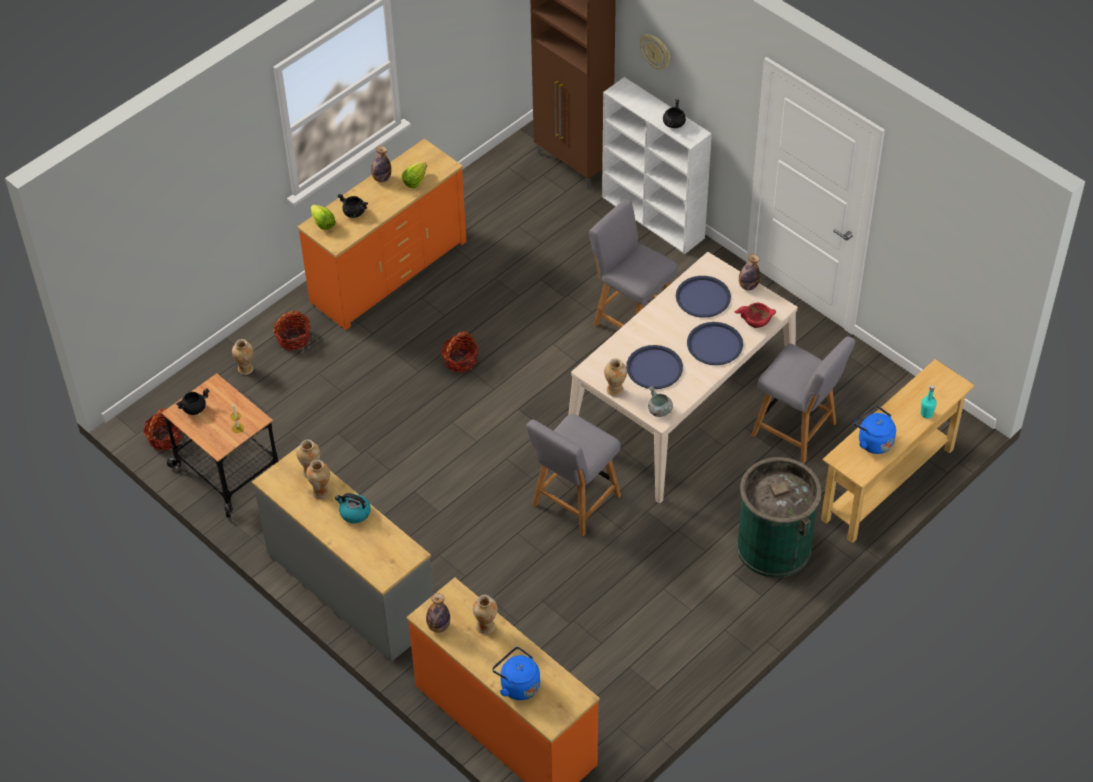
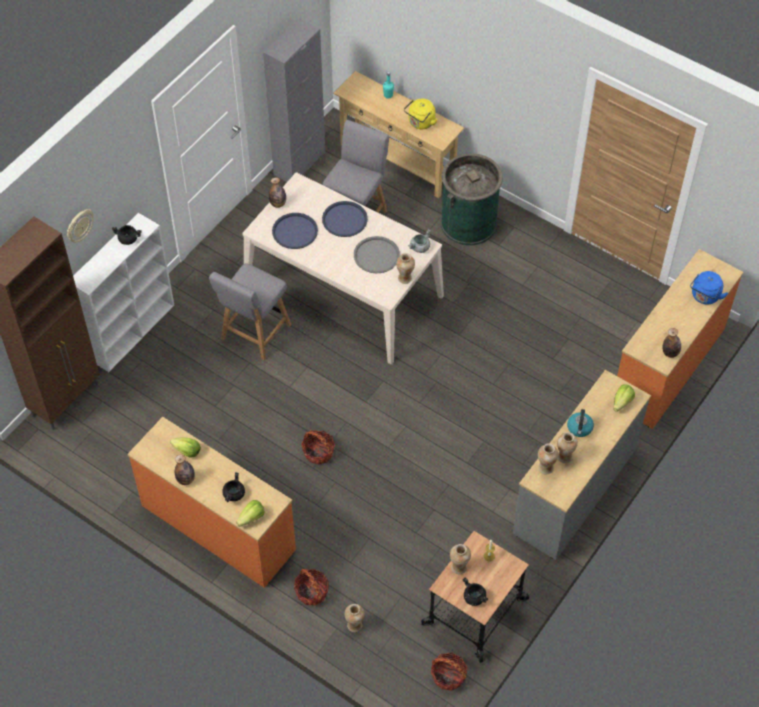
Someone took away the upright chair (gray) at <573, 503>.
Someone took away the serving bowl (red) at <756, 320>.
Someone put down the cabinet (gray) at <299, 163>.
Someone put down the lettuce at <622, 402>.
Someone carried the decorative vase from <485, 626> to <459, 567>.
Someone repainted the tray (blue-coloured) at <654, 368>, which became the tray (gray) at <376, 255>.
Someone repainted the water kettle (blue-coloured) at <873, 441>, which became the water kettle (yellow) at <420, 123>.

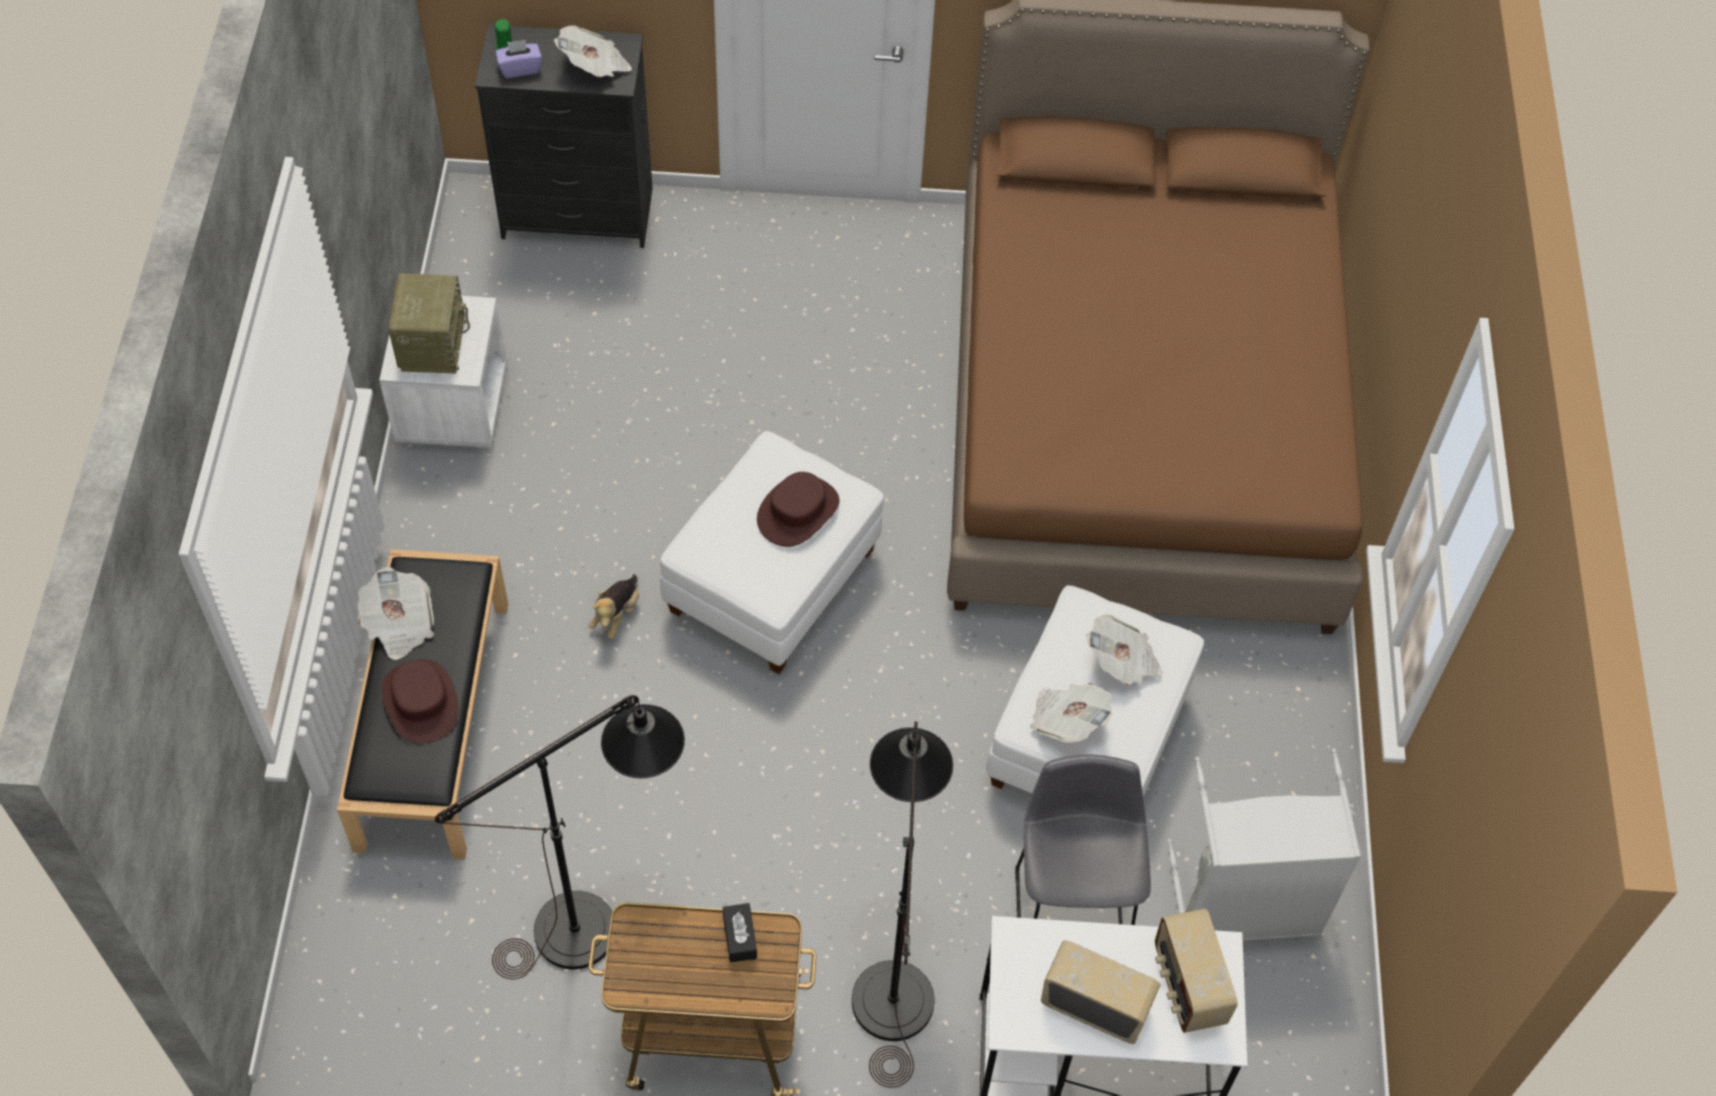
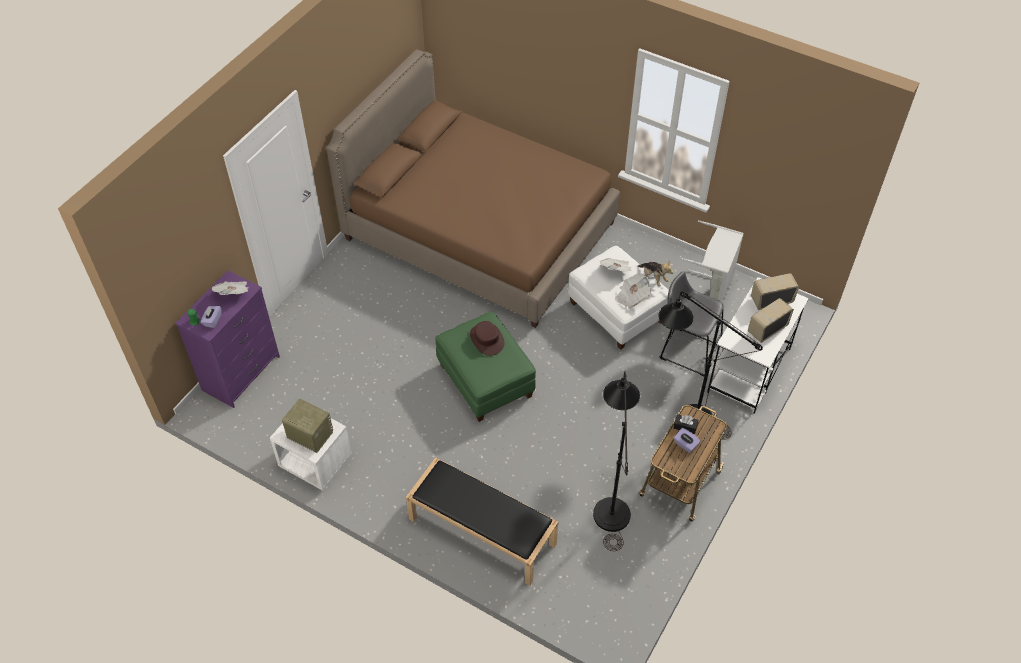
Someone took away the newspaper at <399, 625>.
Someone took away the wearable hat (brown-coloured) at <421, 701>.
Someone put down the tissue holder (purple) at <685, 444>.
Someone carried the soft toy from <617, 614> to <654, 278>.
Someone repainted the dresser (black) at <577, 214>, which became the dresser (purple) at <241, 373>.
Someone repainted the pouffe (white) at <772, 581>, which became the pouffe (greenish) at <485, 381>.
Someone rotated the radio at <1187, 985> by 150 degrees clockwise.

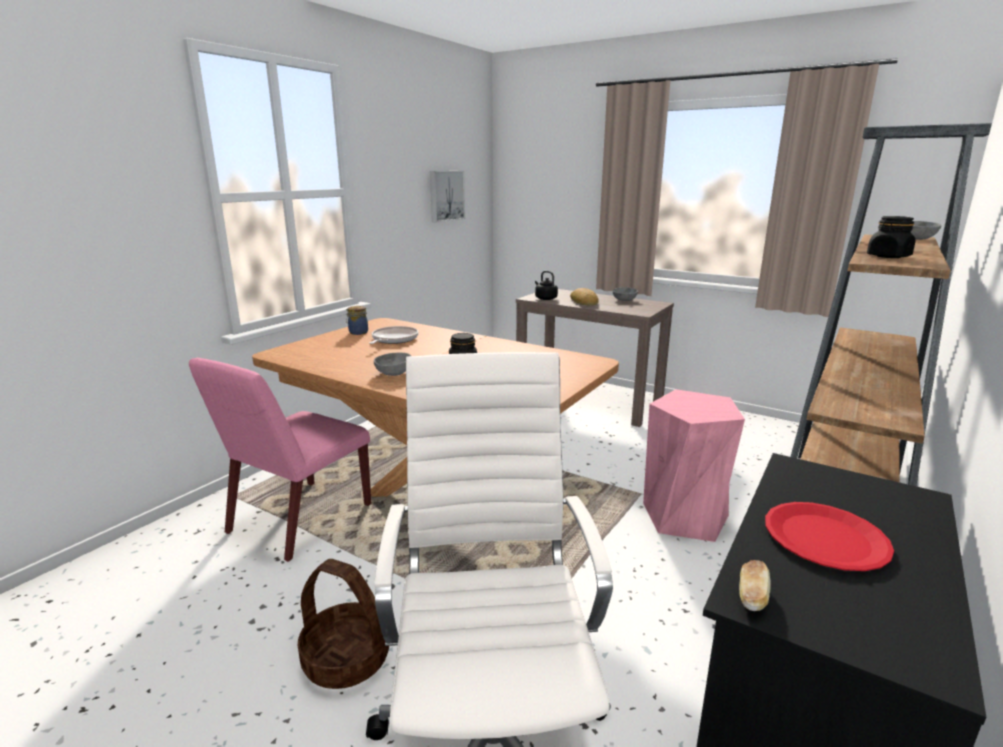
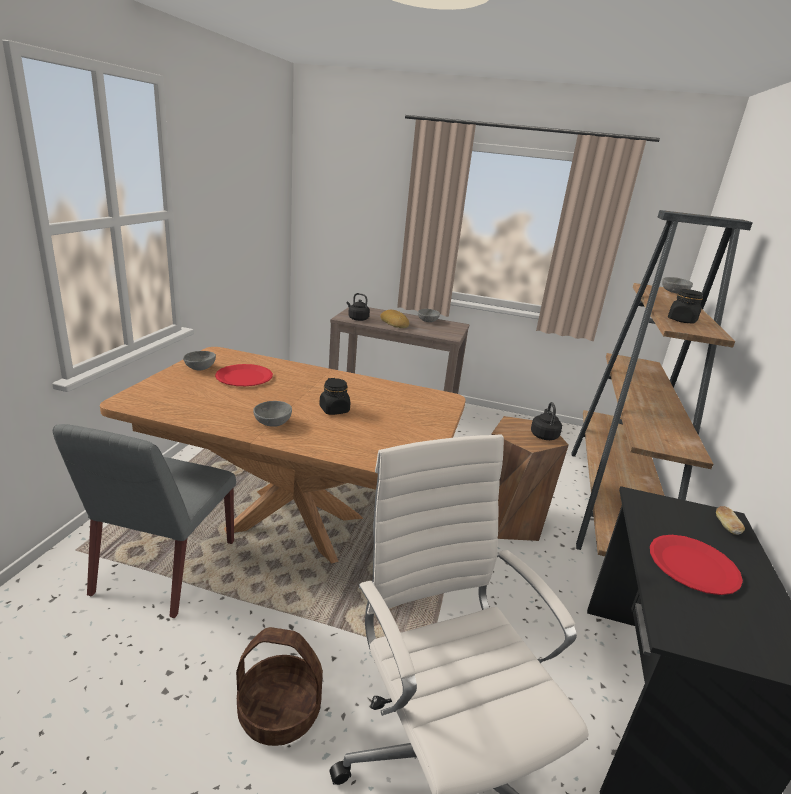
Someone took away the wall art at <445, 195>.
Someone put down the water kettle (black) at <544, 435>.
Someone carried the baked bread from <752, 597> to <726, 527>.
Someone swapped the preserve jar at <357, 332> for the serving bowl (gray) at <199, 368>.
Someone swapped the frying pan at <393, 339> for the plate (red) at <244, 377>.
Someone repainted the upright chair (pink) at <299, 519>, which became the upright chair (gray) at <165, 568>.
Someone repainted the stool seat (pink) at <685, 517>, which became the stool seat (brown-coloured) at <509, 520>.

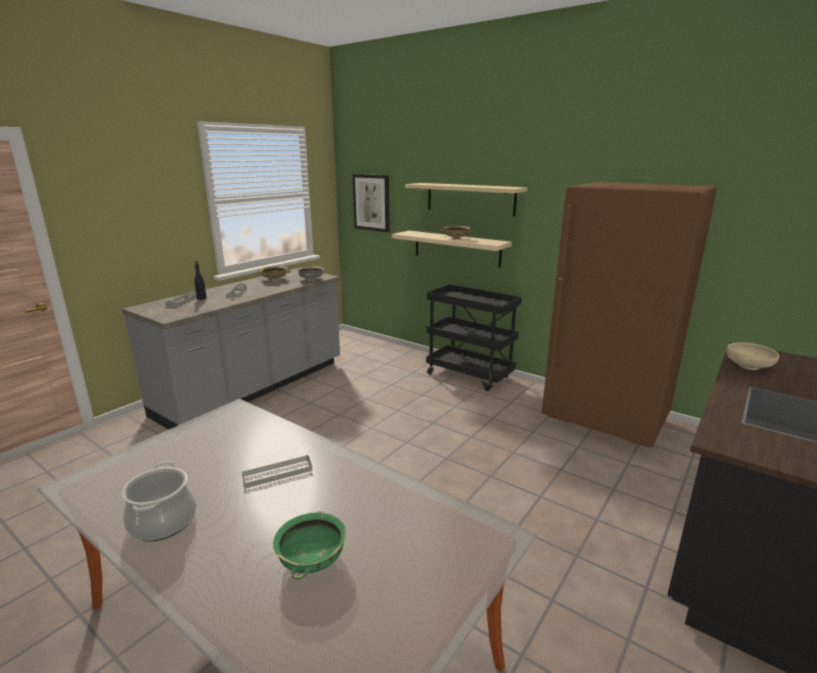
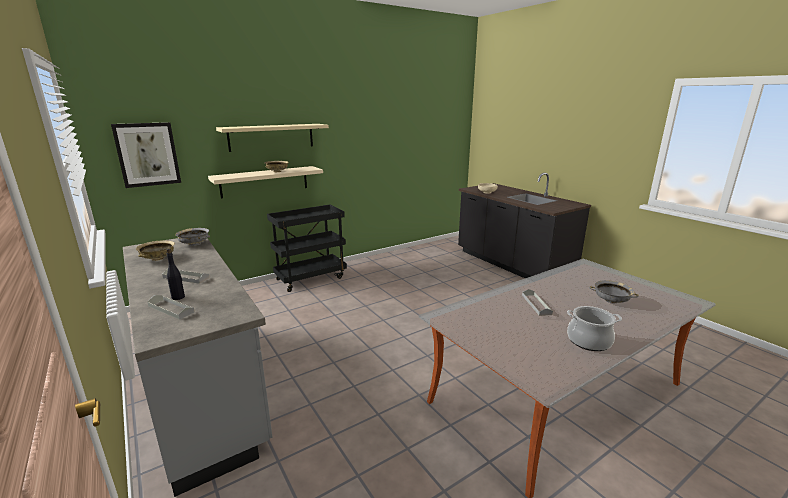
Someone took away the kitchen fridge (brown-coloured) at <605, 421>.
Someone repainted the serving bowl (greenish) at <312, 560>, which became the serving bowl (gray) at <611, 301>.

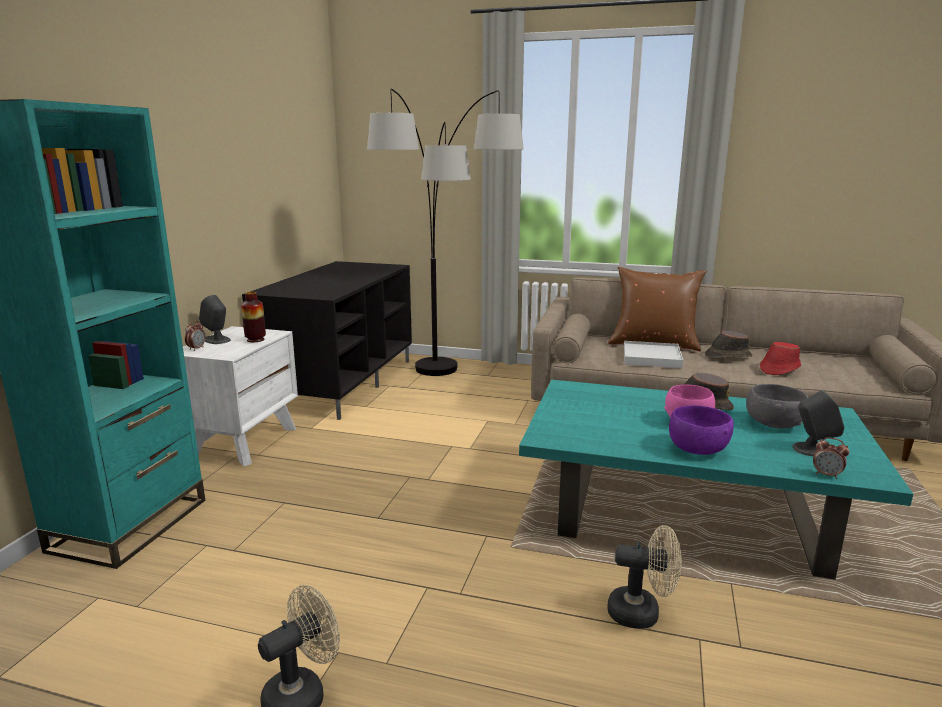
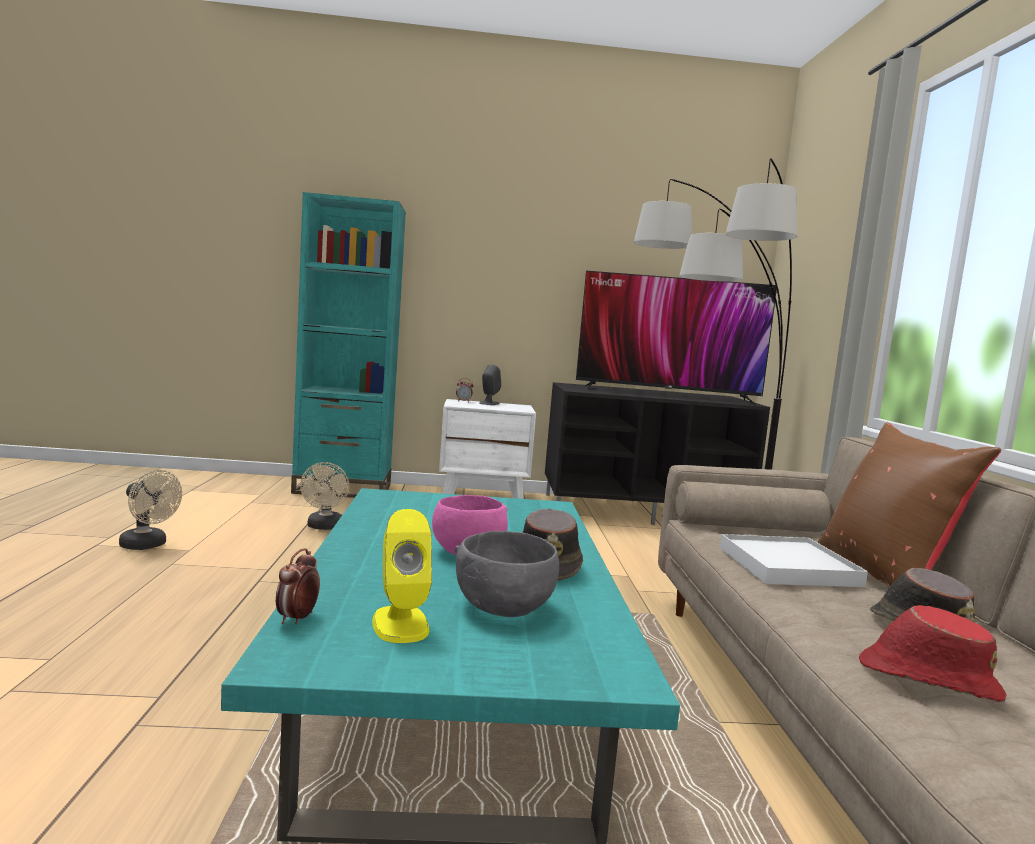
Someone took away the decorative vase at <255, 340>.
Someone took away the serving bowl (purple) at <697, 450>.
Someone put down the TV at <666, 395>.
Someone carried the fan (beige) from <642, 613> to <324, 527>.
Someone repainted the loudspeaker (gray) at <814, 449>, which became the loudspeaker (yellow) at <400, 624>.

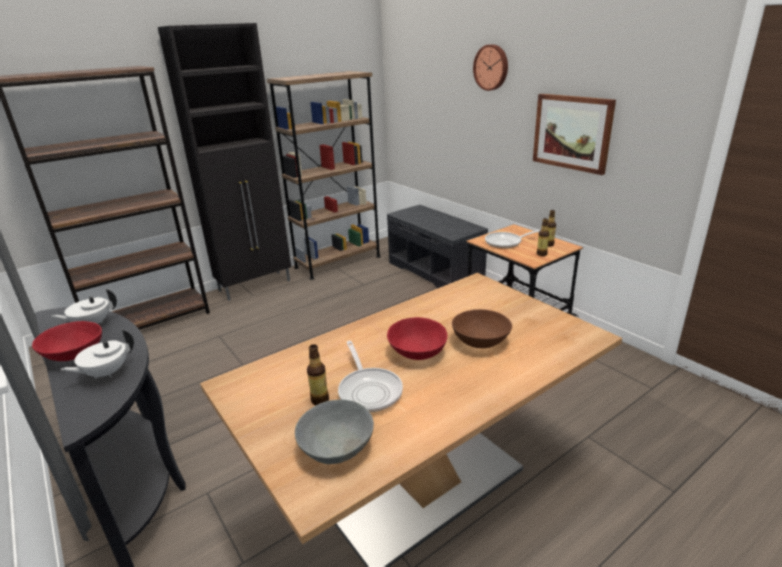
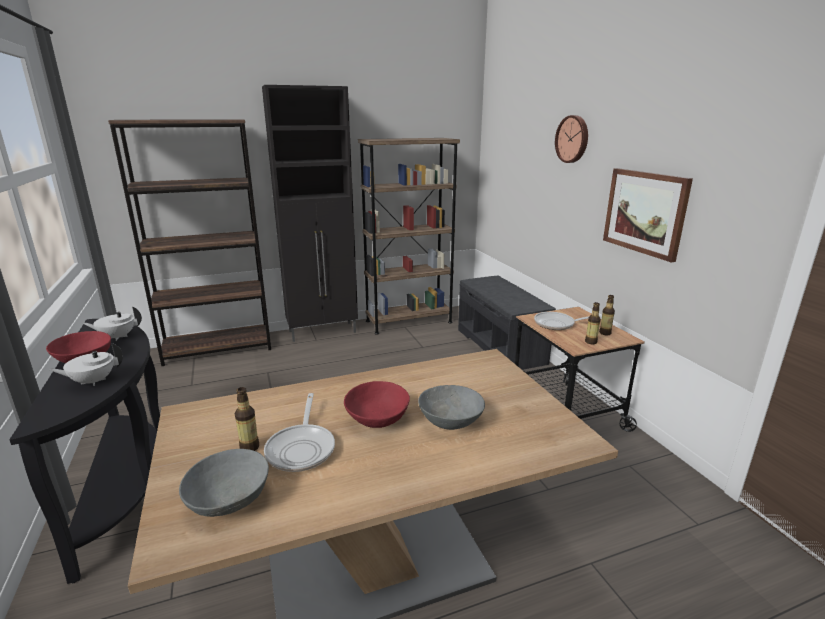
Someone repainted the serving bowl (brown-coloured) at <481, 341>, which became the serving bowl (gray) at <450, 421>.

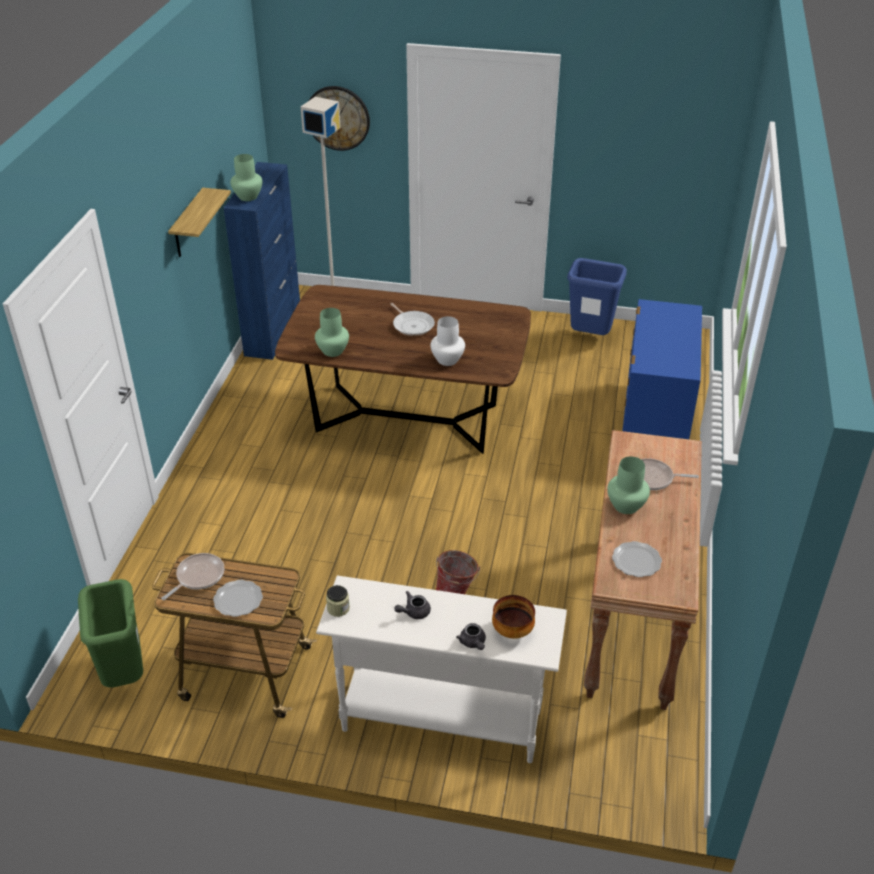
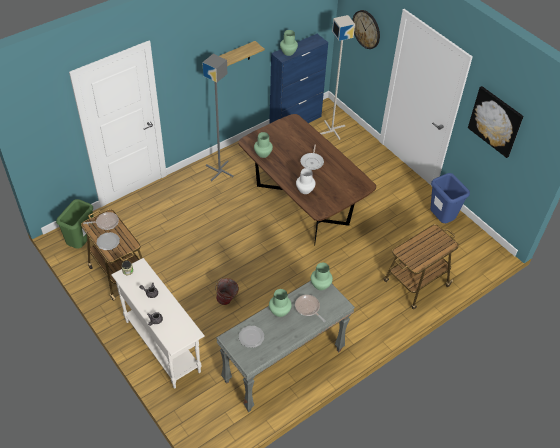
Someone took away the serving bowl at <512, 630>.
Someone put down the standard lamp (gray) at <220, 171>.
Someone put down the decorative vase (greenish) at <320, 285>.
Someone put up the wall art at <495, 121>.
Someone swapped the dresser (blue-coloured) at <654, 420> for the cart at <415, 284>.
Someone repainted the console table (brown-coloured) at <634, 619>, which became the console table (gray) at <284, 367>.

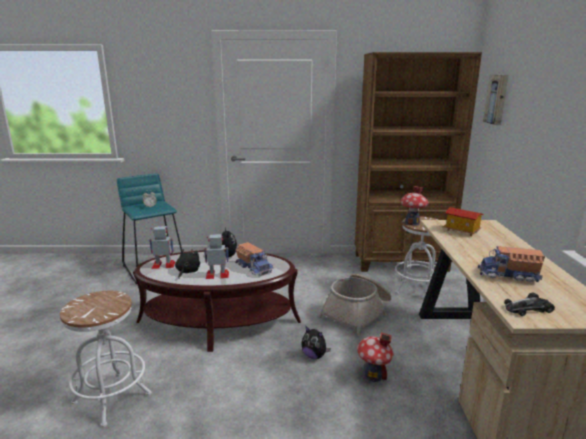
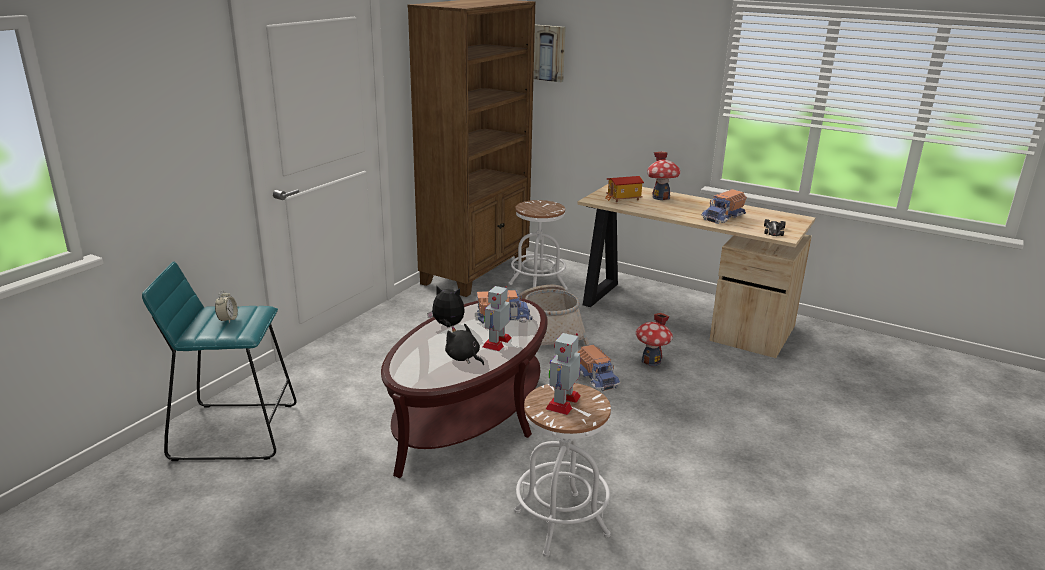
Someone carried the model robot from <163, 265> to <563, 402>.
Someone carried the miniature house from <412, 223> to <661, 197>.
Someone swapped the soft toy at <314, 356> for the toy truck at <597, 378>.

